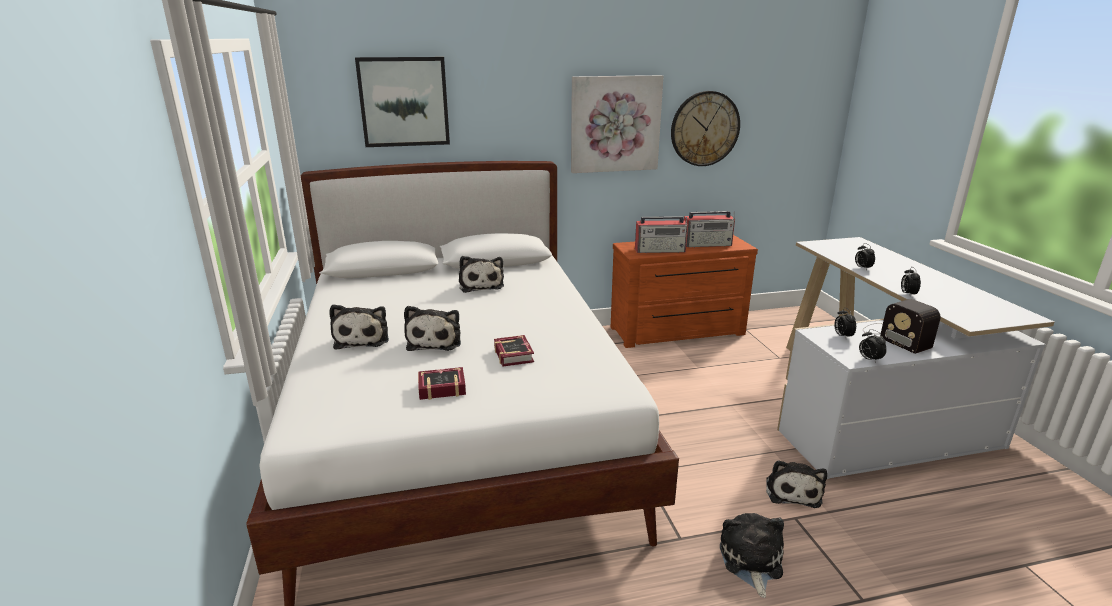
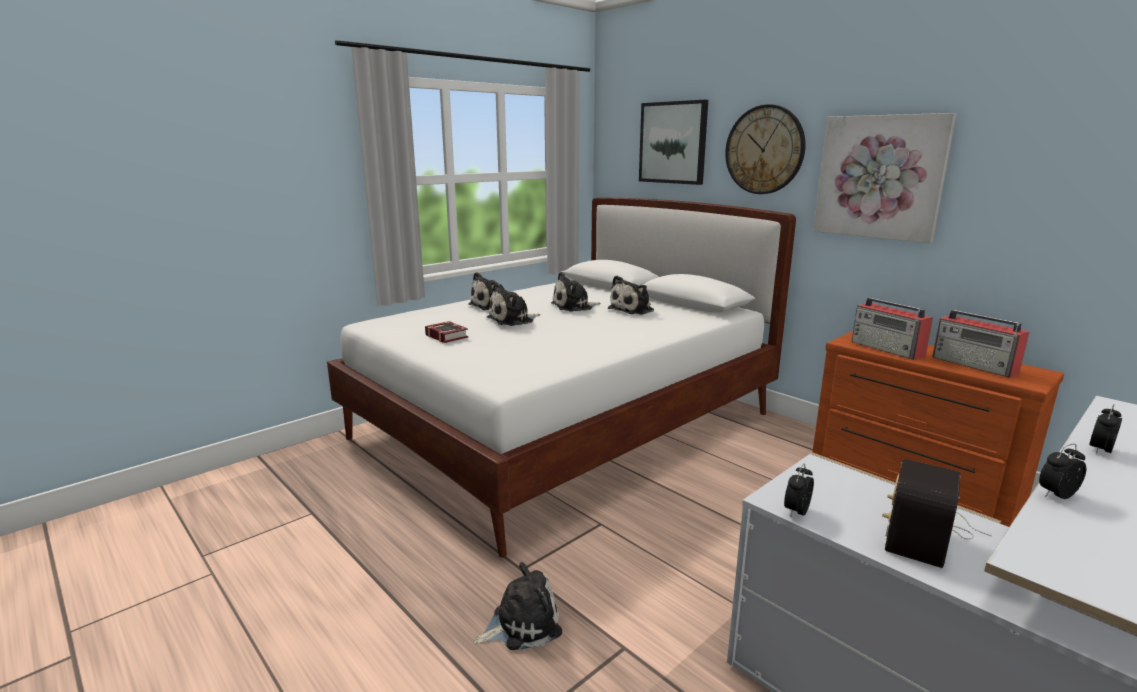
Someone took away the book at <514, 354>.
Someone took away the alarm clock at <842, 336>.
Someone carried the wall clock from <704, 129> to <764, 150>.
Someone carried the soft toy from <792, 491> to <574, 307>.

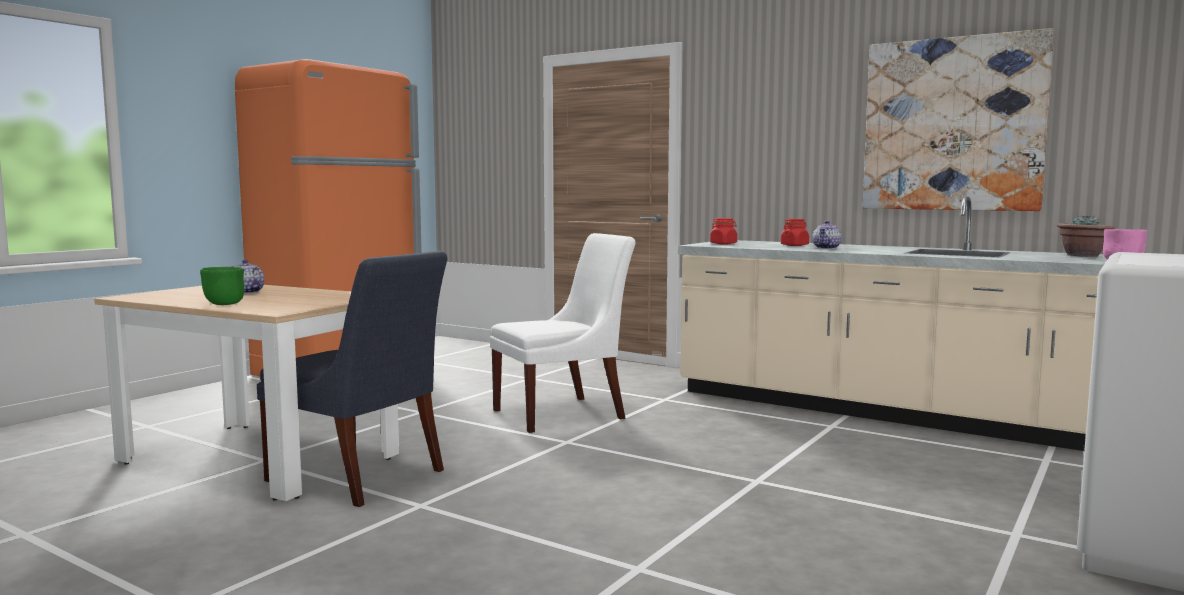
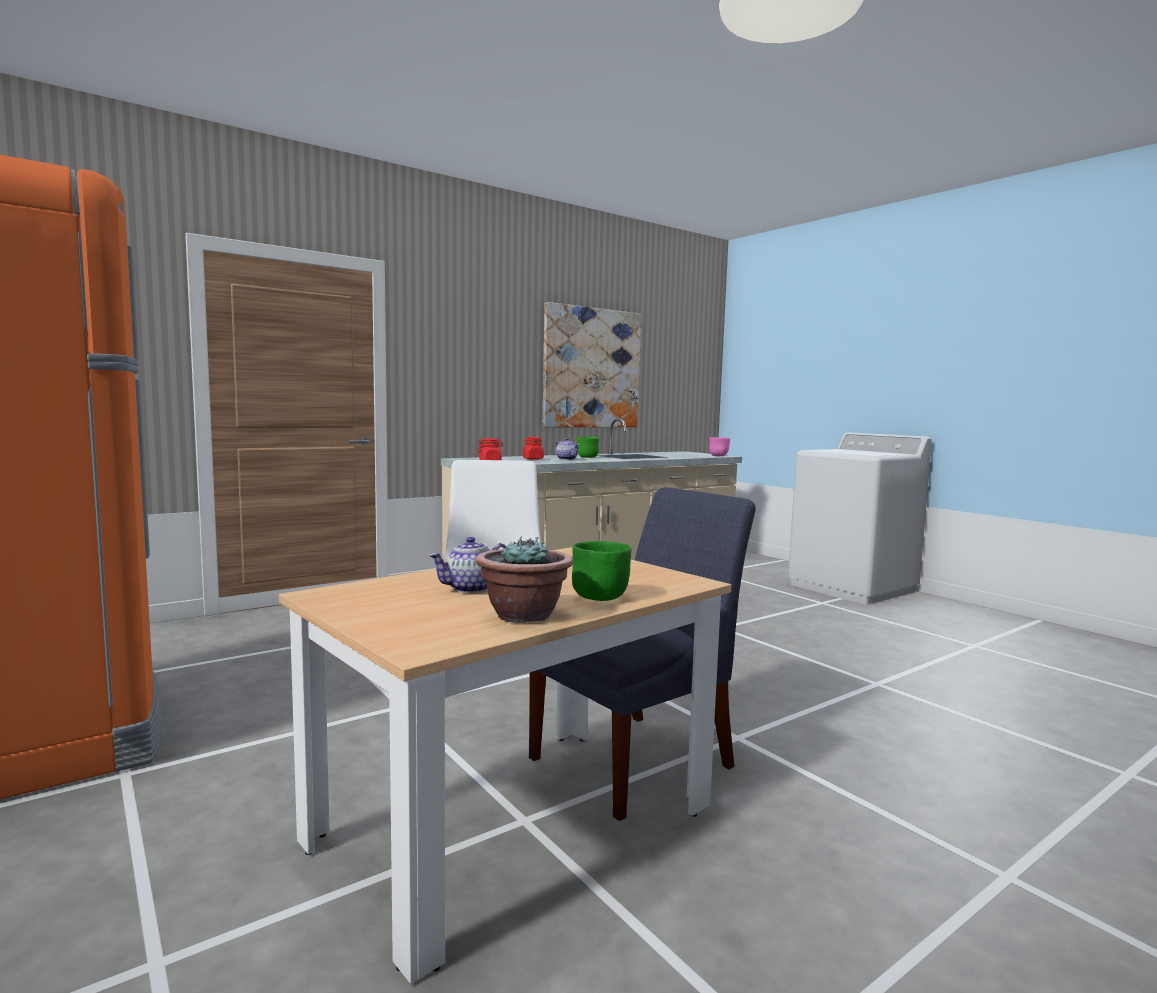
Someone put down the serving bowl (greenish) at <587, 457>.
Someone carried the houseplant from <1082, 256> to <523, 615>.

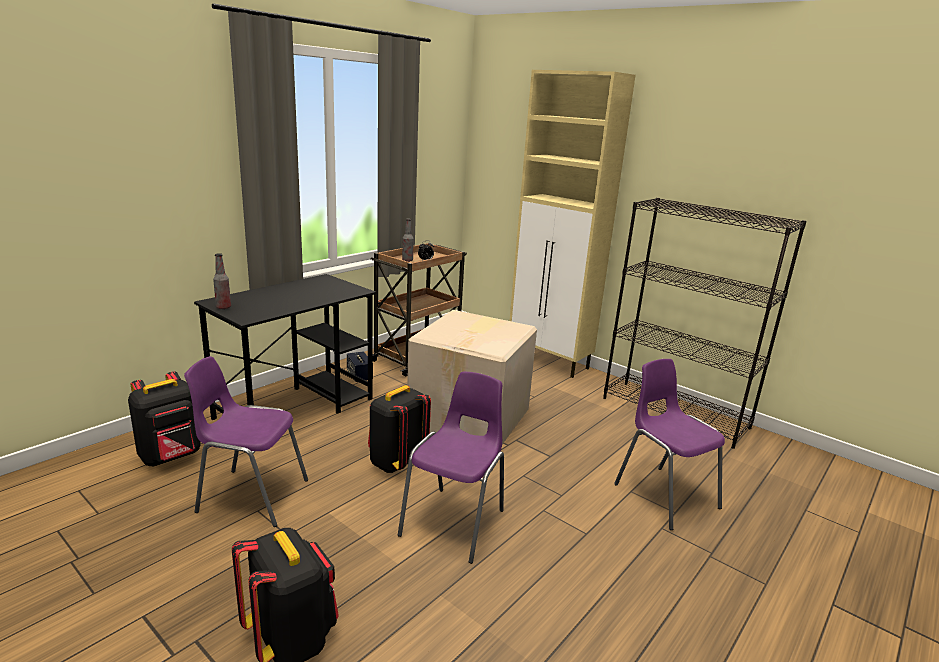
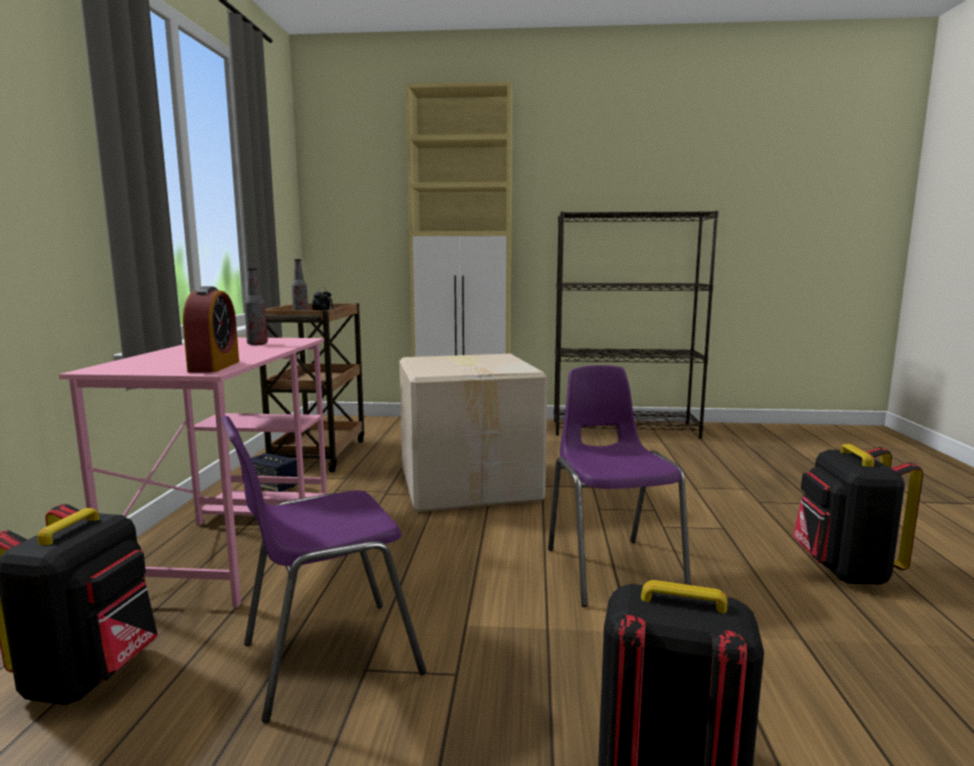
Someone took away the upright chair (purple) at <664, 495>.
Someone put down the alarm clock at <214, 366>.
Someone carried the beverage bottle from <223, 307> to <257, 344>.
Someone carried the knapsack (black) from <396, 462> to <844, 571>.
Someone repainted the desk (black) at <296, 408>, which became the desk (pink) at <233, 542>.

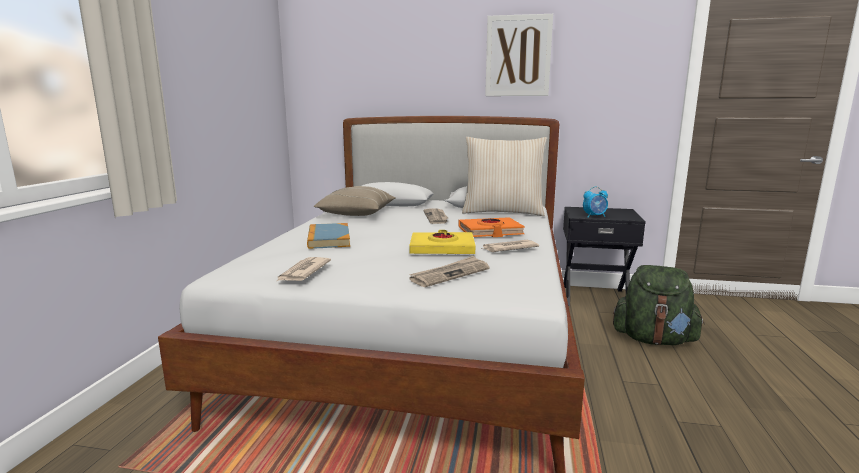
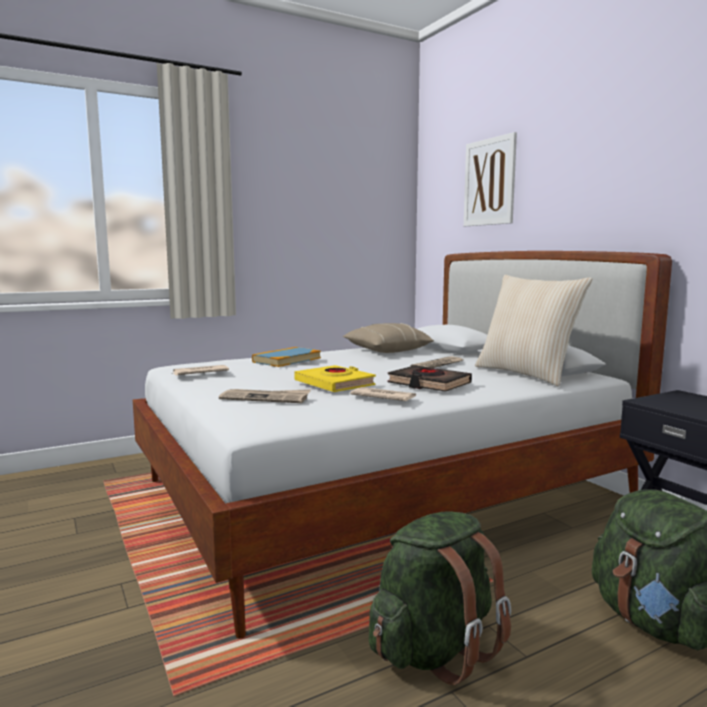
Someone took away the alarm clock at <594, 216>.
Someone put down the knapsack (greenish) at <435, 649>.
Someone carried the wall art from <518, 56> to <489, 182>.
Someone repainted the book (orange-coloured) at <490, 232>, which became the book (black) at <429, 384>.

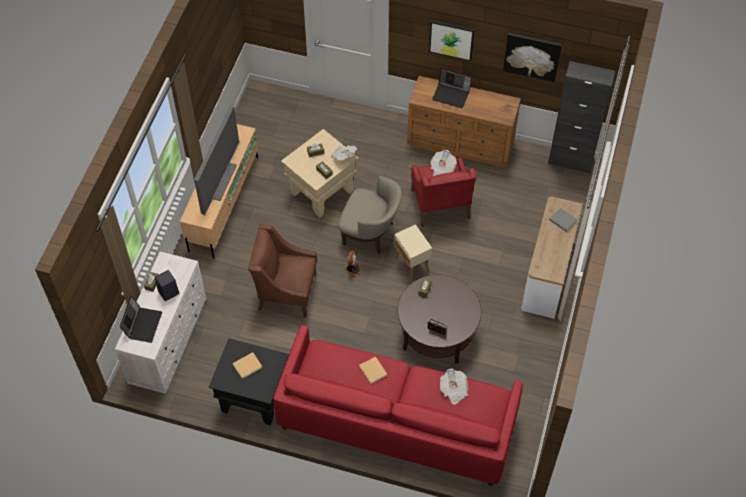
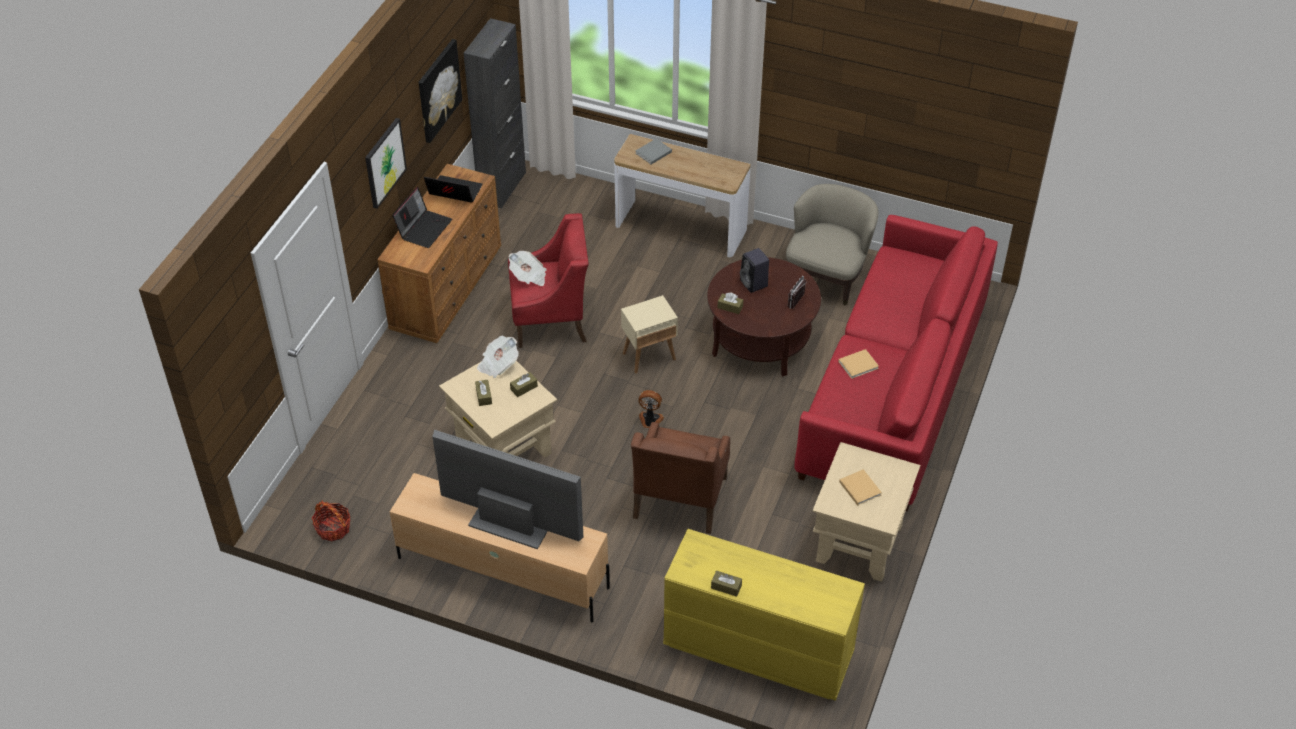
Someone took away the newspaper at <453, 390>.
Someone put down the household basket at <333, 528>.
Someone carried the portable computer from <142, 324> to <453, 192>.
Someone carried the loudspeaker (black) from <168, 293> to <754, 284>.
Someone carried the armchair (beige) from <370, 233> to <827, 277>.
Someone repainted the dresser (white) at <168, 340>, which became the dresser (yellow) at <757, 649>.
Someone repainted the end table (black) at <254, 398>, which became the end table (beige) at <858, 542>.

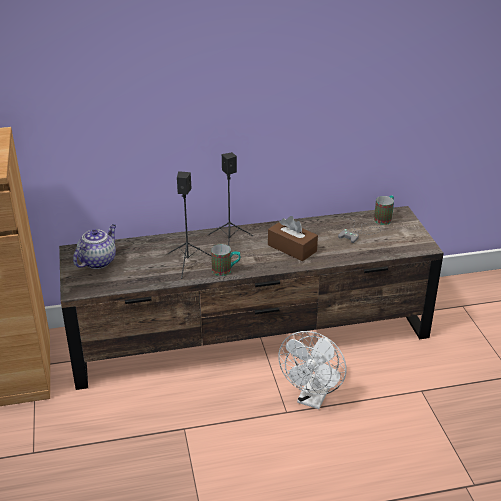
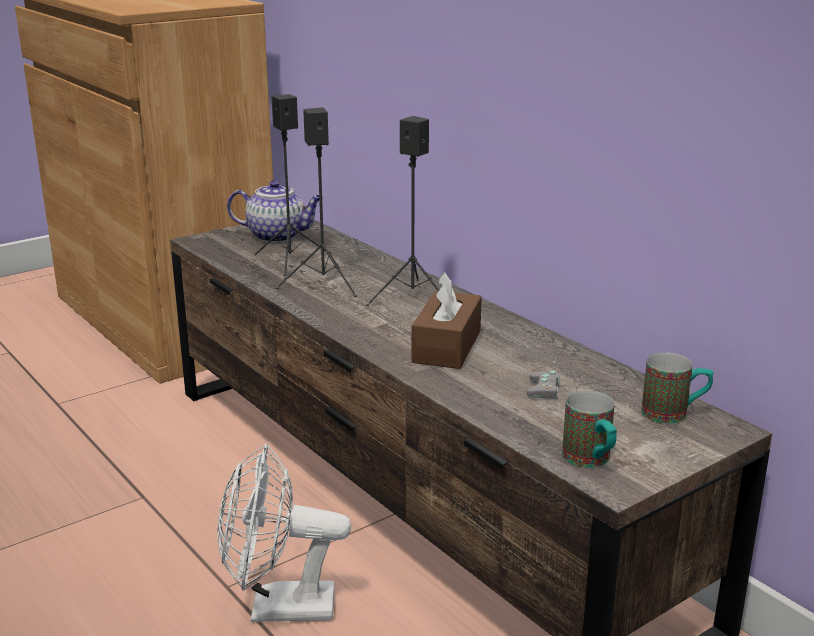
Someone put down the loudspeaker (black) at <290, 263>.
Someone carried the coffee mug from <226, 270> to <591, 461>.

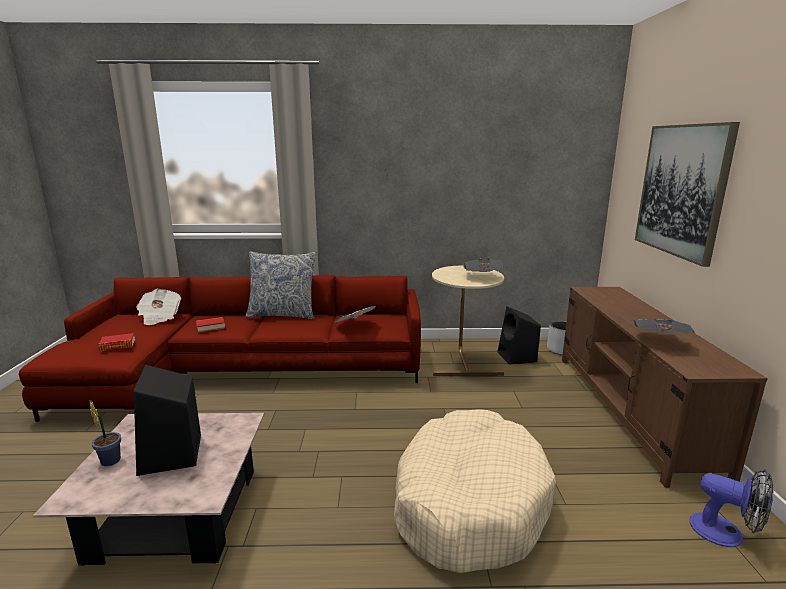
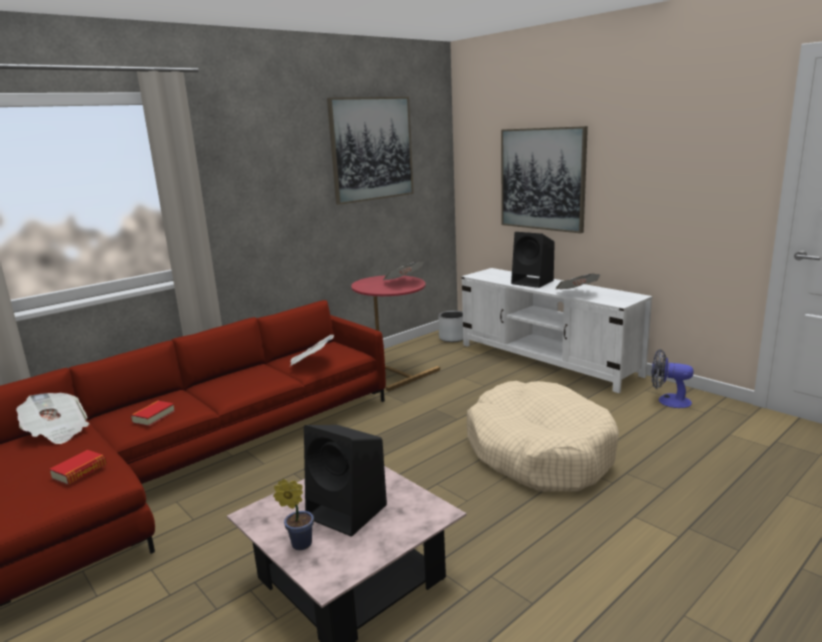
Someone took away the pillow at <283, 314>.
Someone put up the wall art at <371, 149>.
Someone carried the loudspeaker (black) from <517, 357> to <533, 282>.
Someone repainted the end table (beige) at <463, 361>, which became the end table (red) at <394, 372>.
Someone repainted the tv stand (brown-coloured) at <630, 410>, which became the tv stand (white) at <547, 360>.
Someone rotated the fan at <726, 533> by 150 degrees counterclockwise.

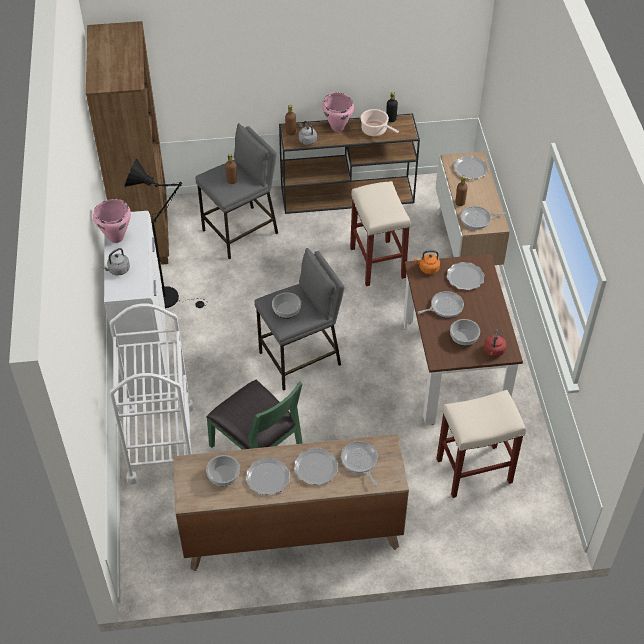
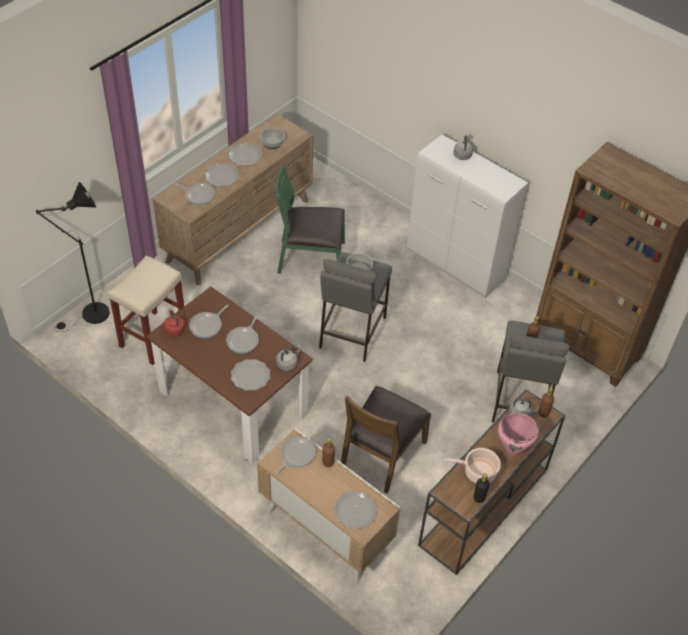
Someone took away the saucepot (pink) at <115, 237>.
Someone took away the cart (white) at <161, 443>.
Someone carried the standard lamp (black) from <170, 298> to <91, 316>.
Someone swapped the stool seat (beige) at <378, 263> for the upright chair (brown-coloured) at <382, 454>.
Someone swapped the serving bowl at <463, 337> for the frying pan at <207, 325>.
Someone repainted the water kettle (orange-coloured) at <427, 268>, which became the water kettle (gray) at <288, 364>.

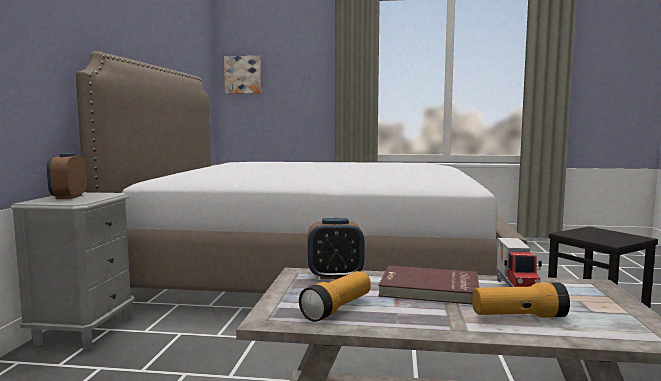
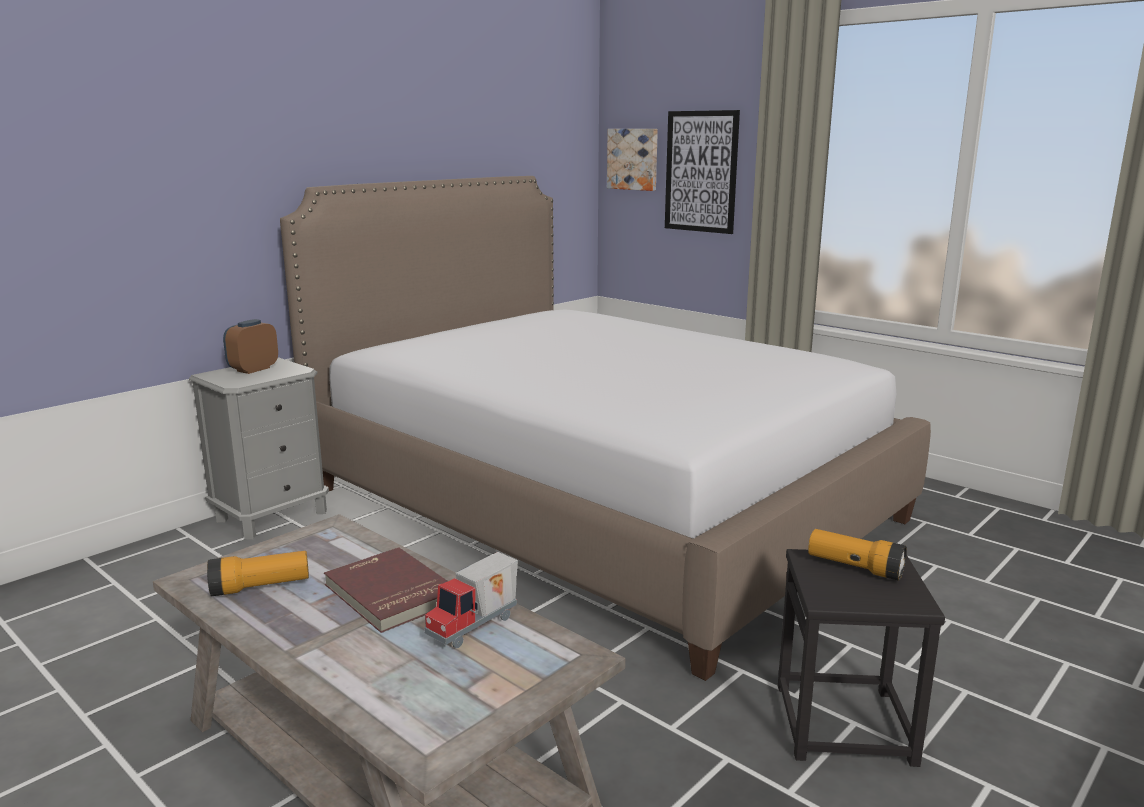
Someone took away the alarm clock at <335, 276>.
Someone put up the wall art at <701, 171>.
Someone carried the flashlight from <518, 316> to <855, 568>.

